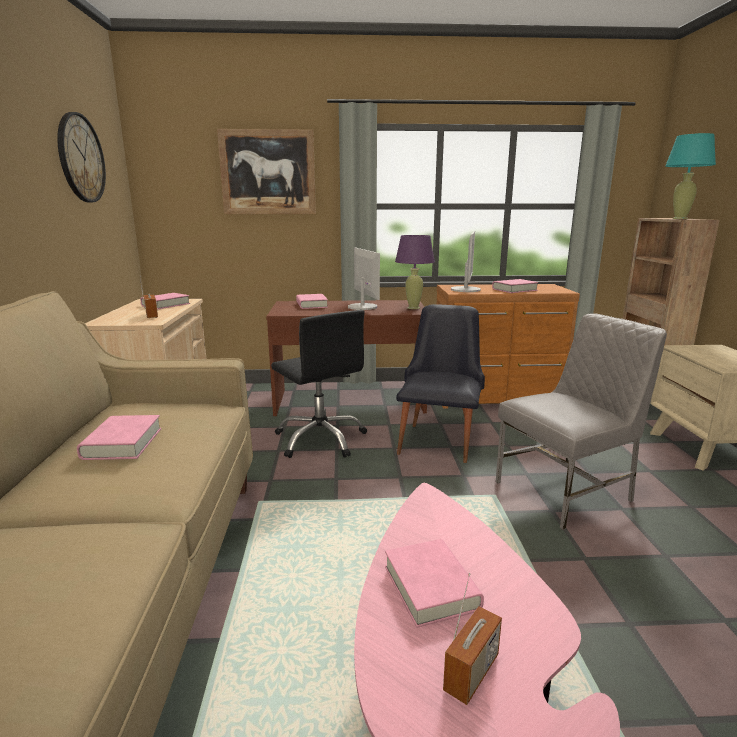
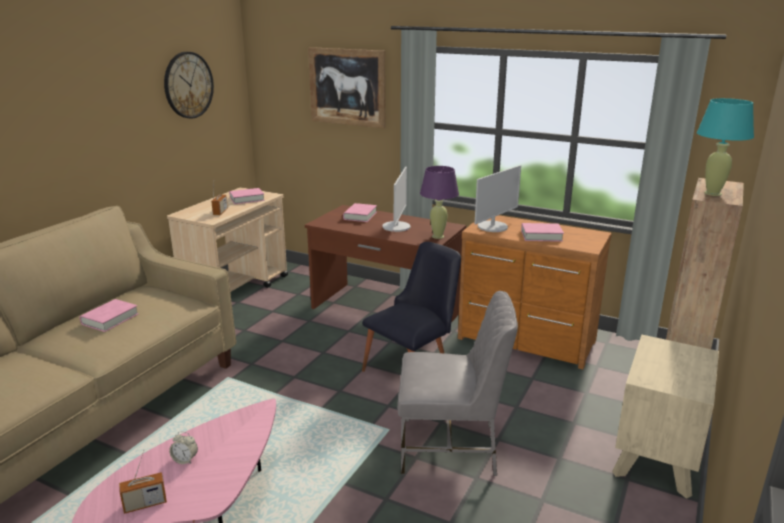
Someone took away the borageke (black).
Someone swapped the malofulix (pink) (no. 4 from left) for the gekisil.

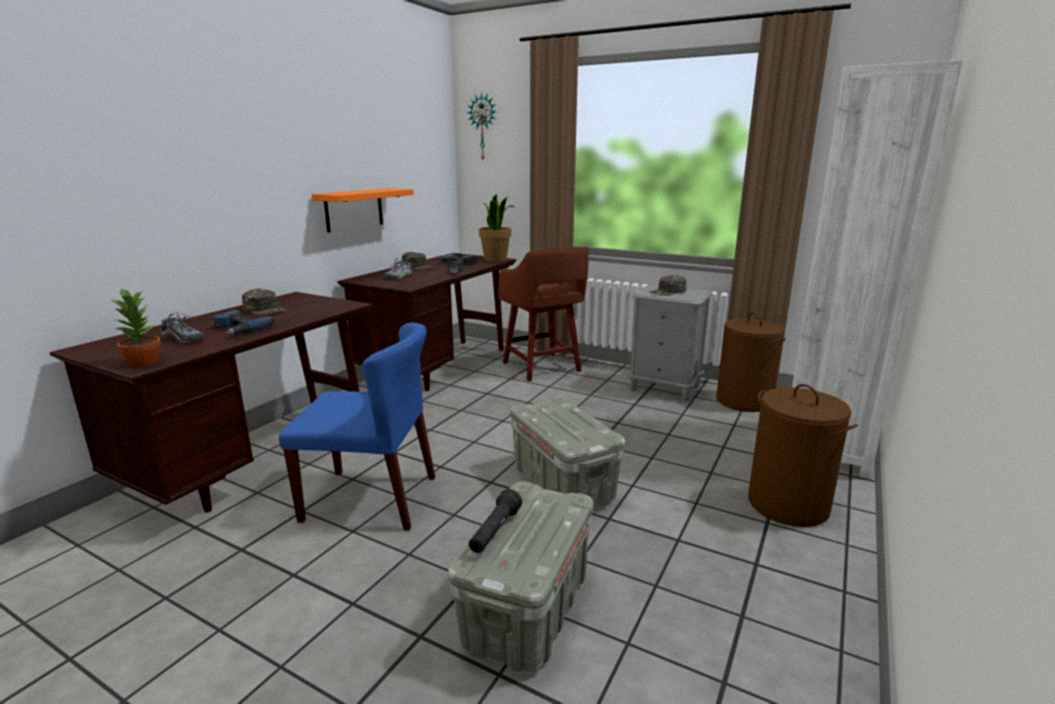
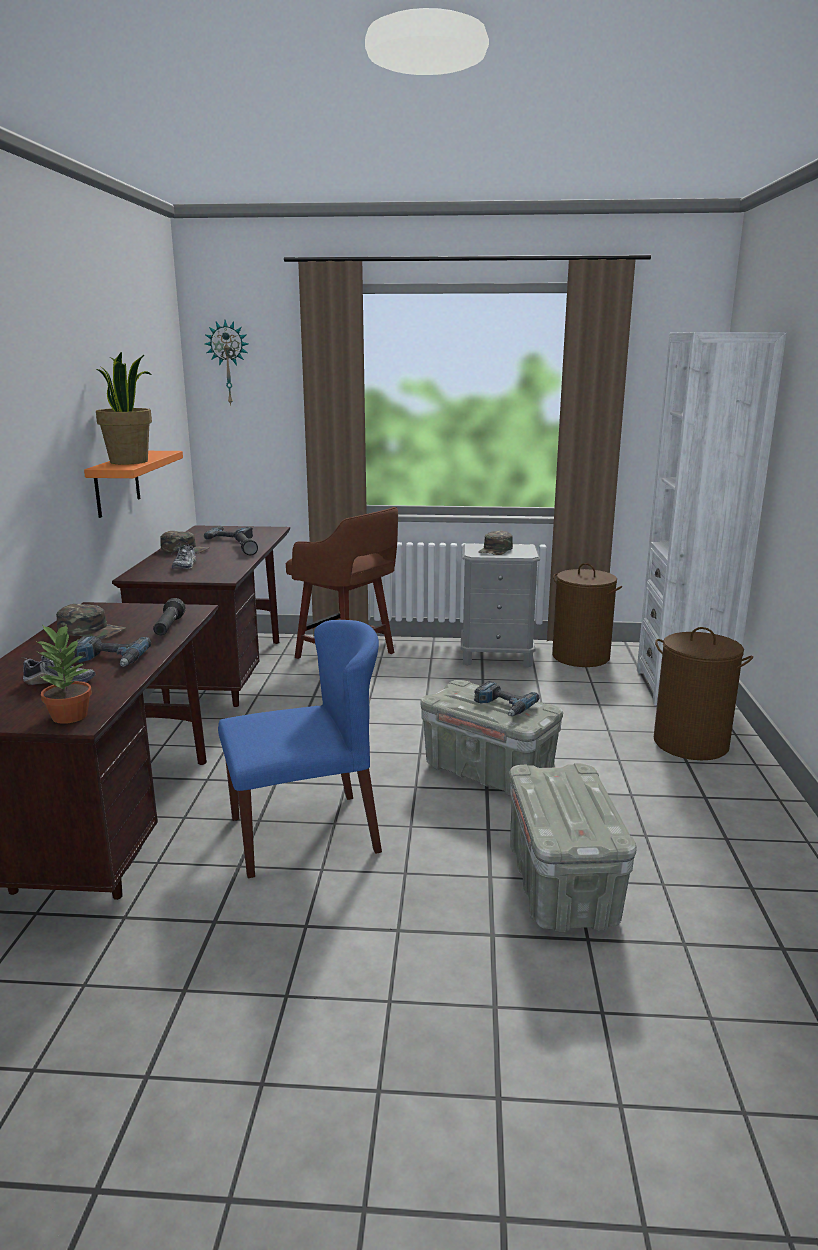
Someone carried the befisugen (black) (no. 2 from left in the first image).
Someone carried the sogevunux (no. 2 from left).
Someone put down the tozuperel (no. 3 from left).

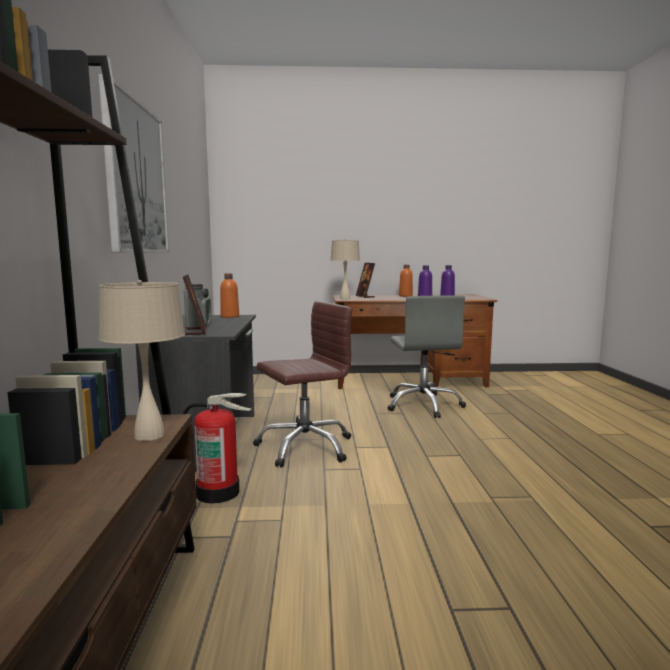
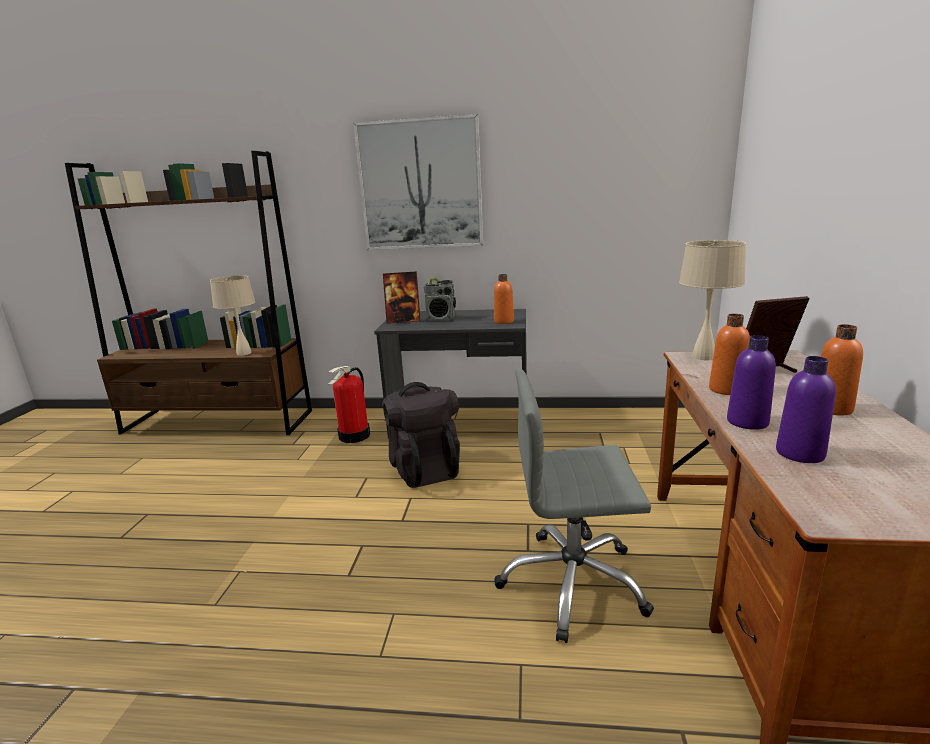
Someone swapped the borageke (brown) for the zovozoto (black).
Someone put down the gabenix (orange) (no. 2 from left).

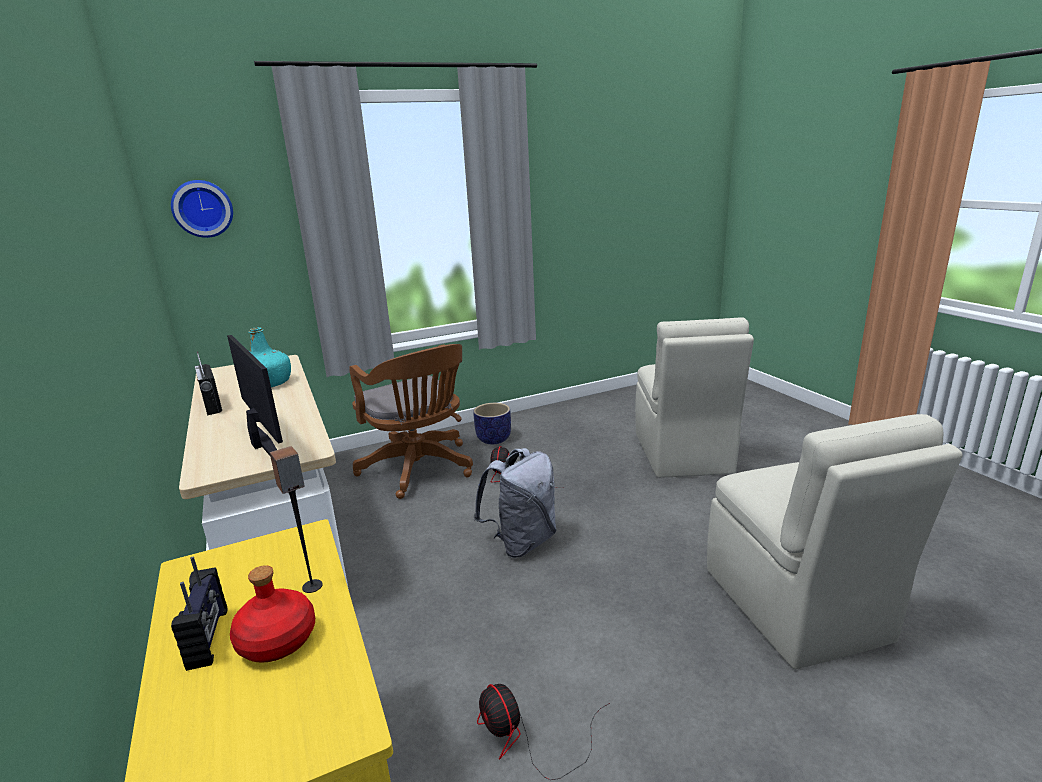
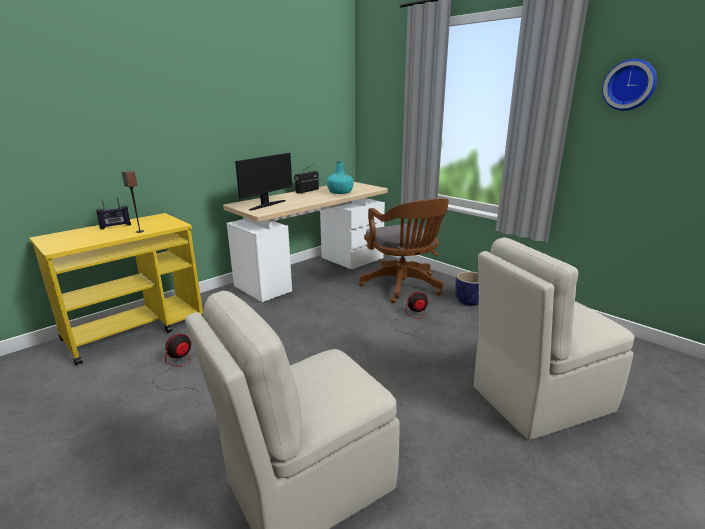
Someone carried the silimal.
Someone took away the gabenix (red).
Someone rotated the borageke (brown) by 60 degrees counterclockwise.
Someone took away the zovozoto (grey).

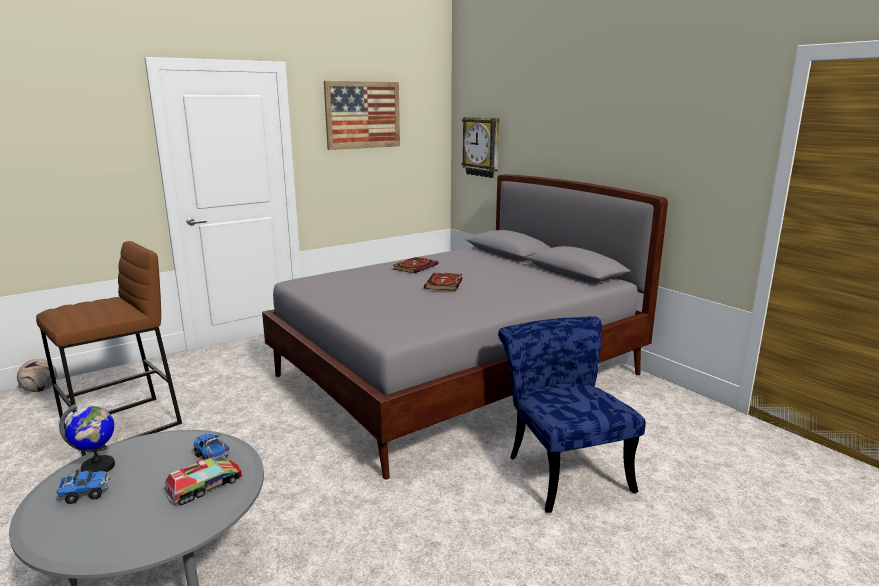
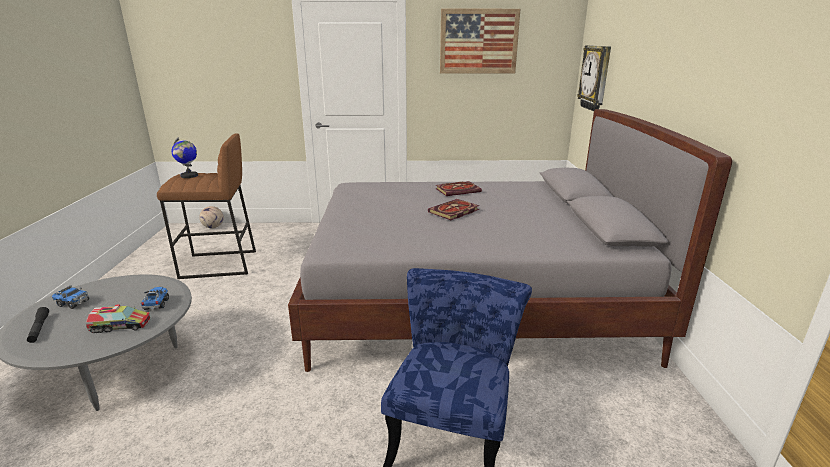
Someone carried the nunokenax.
Someone put down the befisugen (black).

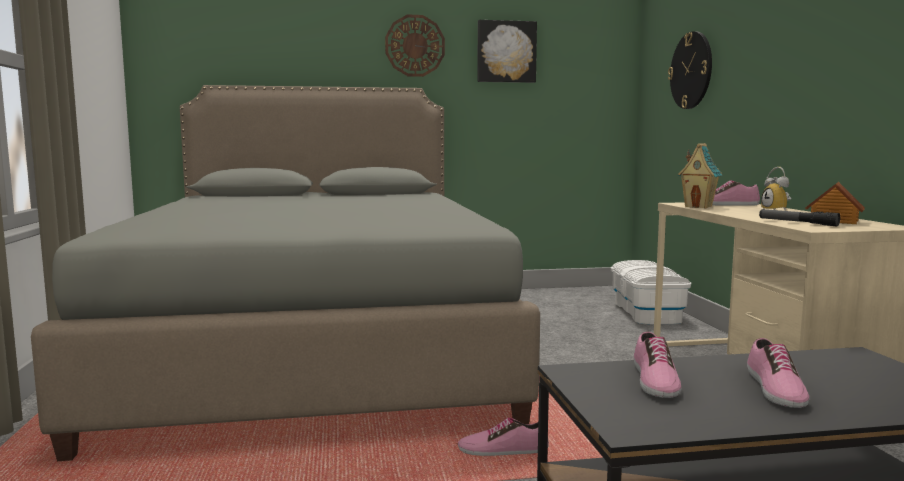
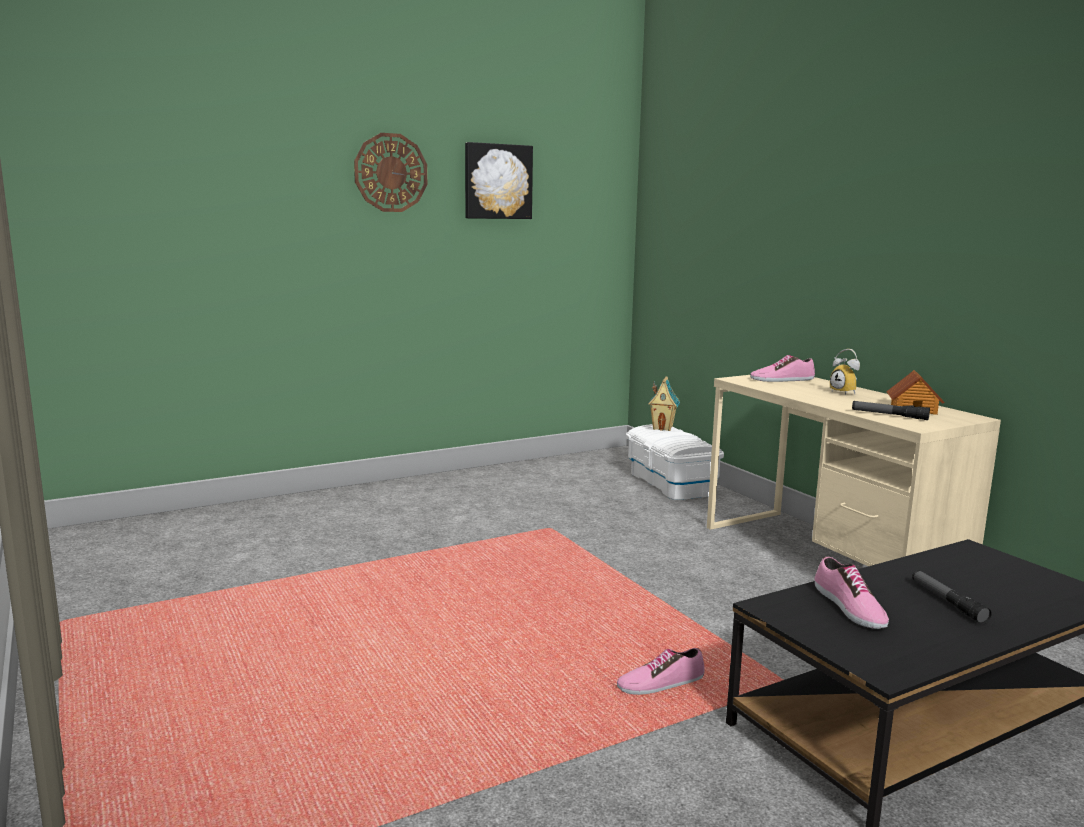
Someone took away the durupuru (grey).
Someone took away the silimal (no. 2 from left).
Someone carried the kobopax (no. 1 from left).
Someone swapped the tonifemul (no. 4 from left) for the befisugen (no. 2 from left).

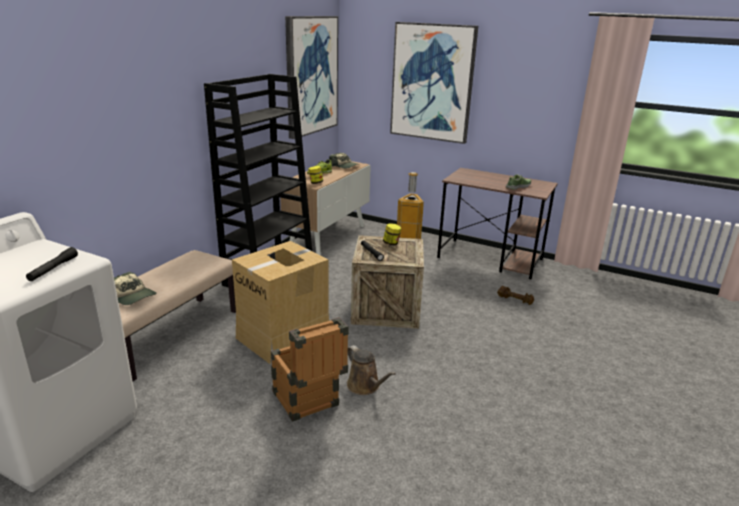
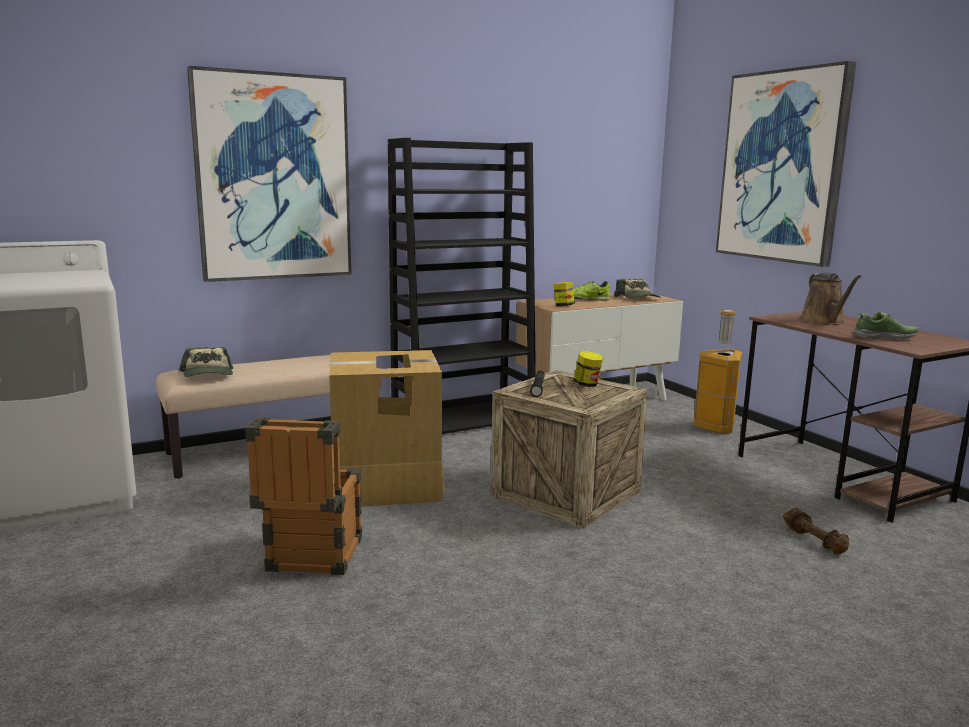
Someone took away the befisugen (black) (no. 1 from left).
Someone carried the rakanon (no. 1 from left).
Someone carried the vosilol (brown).

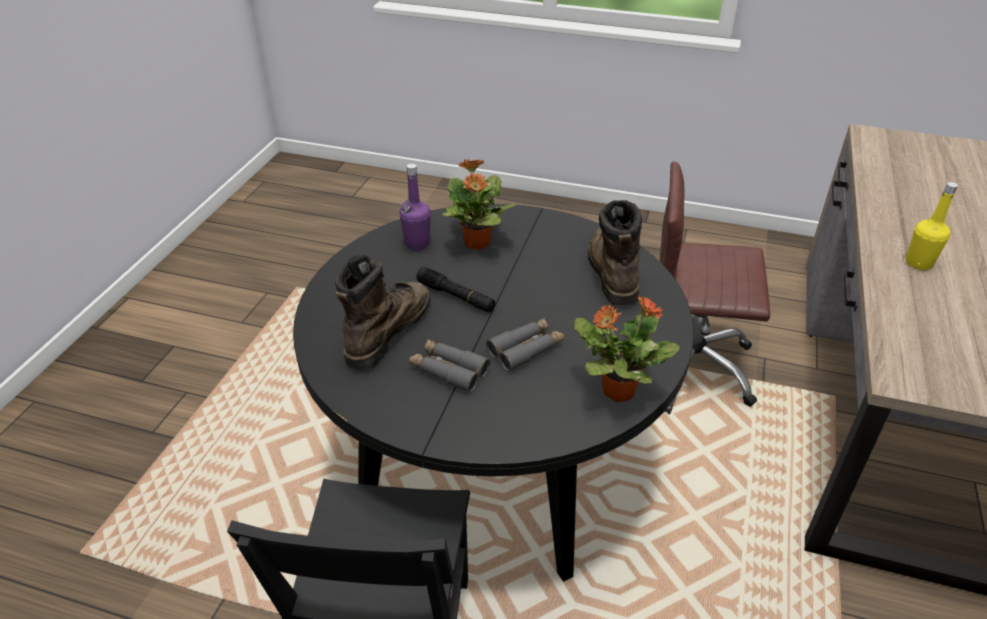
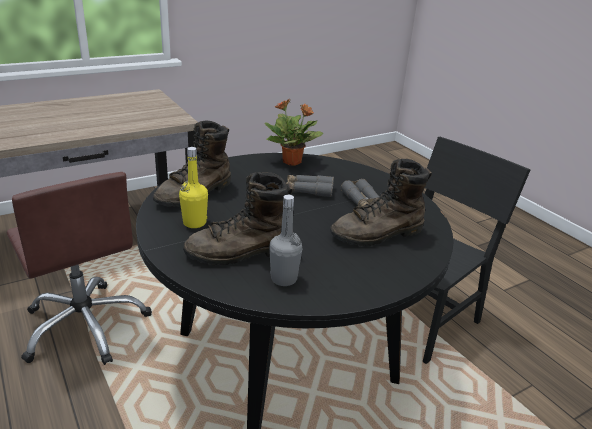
Someone repainted the gabenix (purple), which became the gabenix (grey).
Someone took away the befisugen (black).
Someone swapped the sogevunux (no. 1 from left) for the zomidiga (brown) (no. 2 from left).
Someone carried the gabenix (yellow).

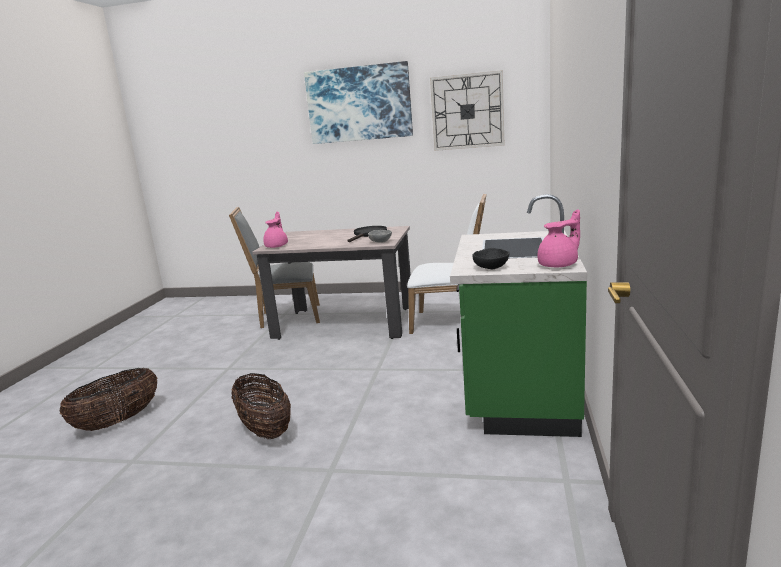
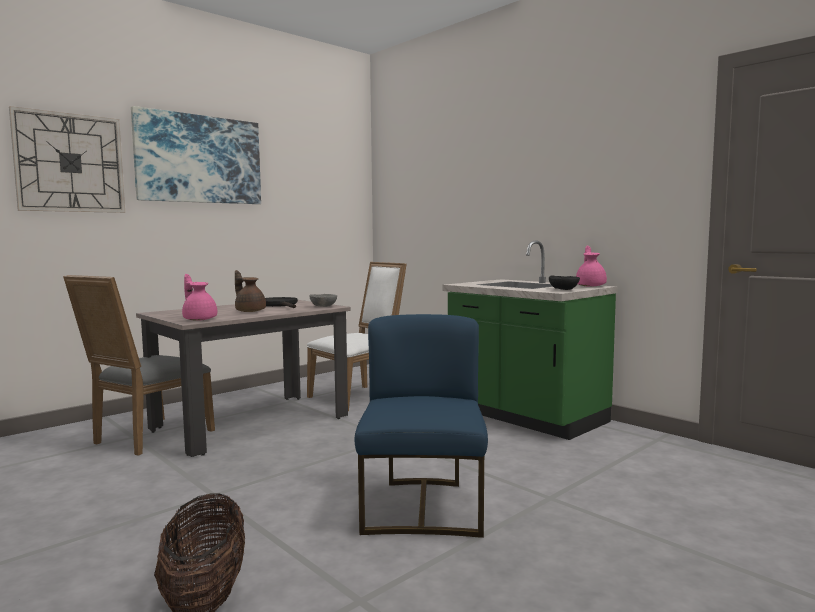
Someone swapped the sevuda (no. 2 from left) for the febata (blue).
Someone carried the silimal.
Someone put down the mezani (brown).

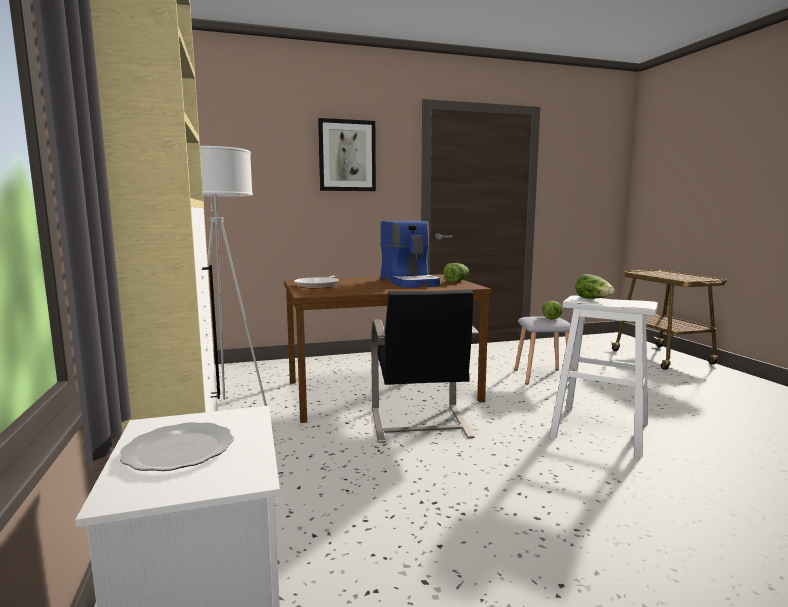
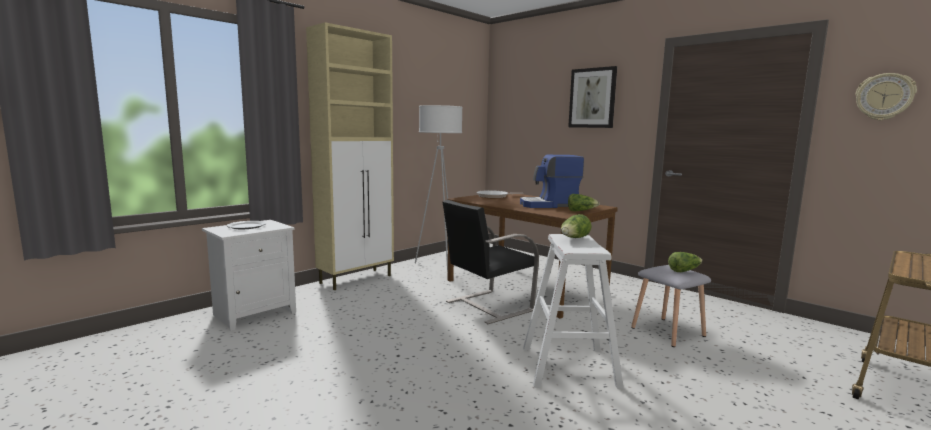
Someone rotated the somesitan by 45 degrees clockwise.
Someone put up the silimal.

